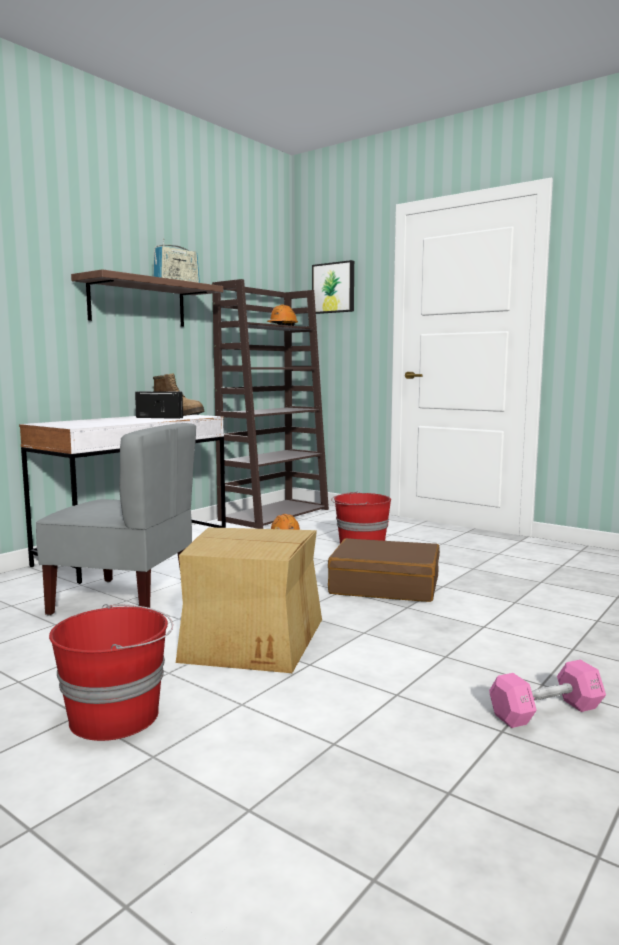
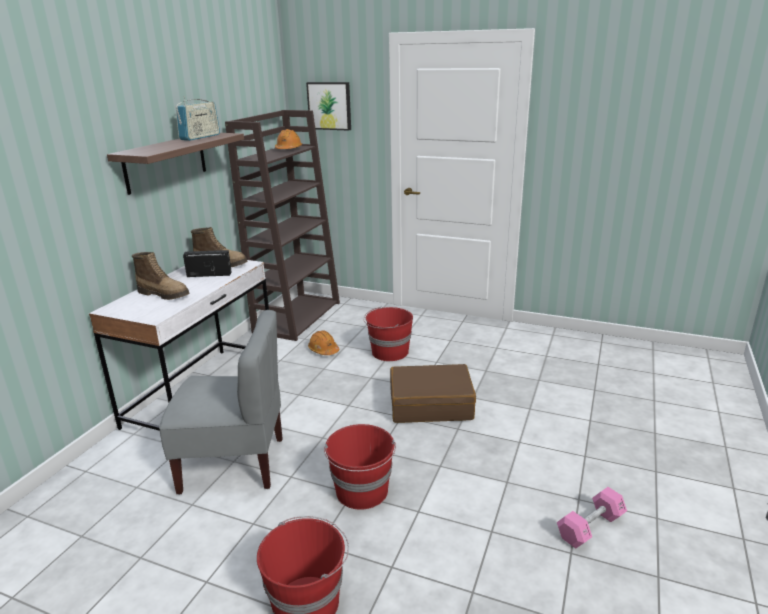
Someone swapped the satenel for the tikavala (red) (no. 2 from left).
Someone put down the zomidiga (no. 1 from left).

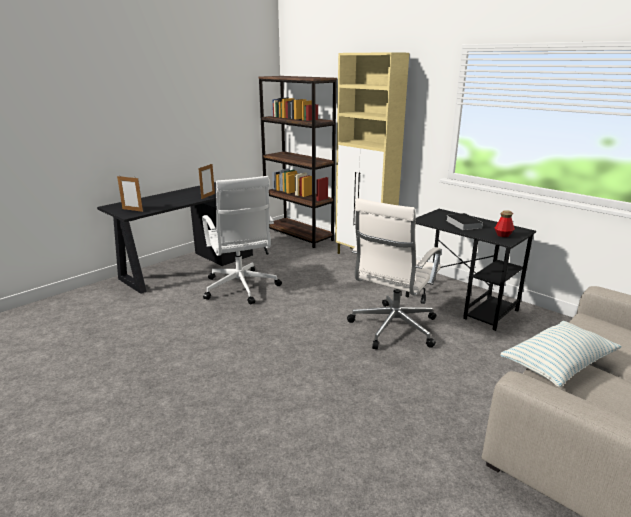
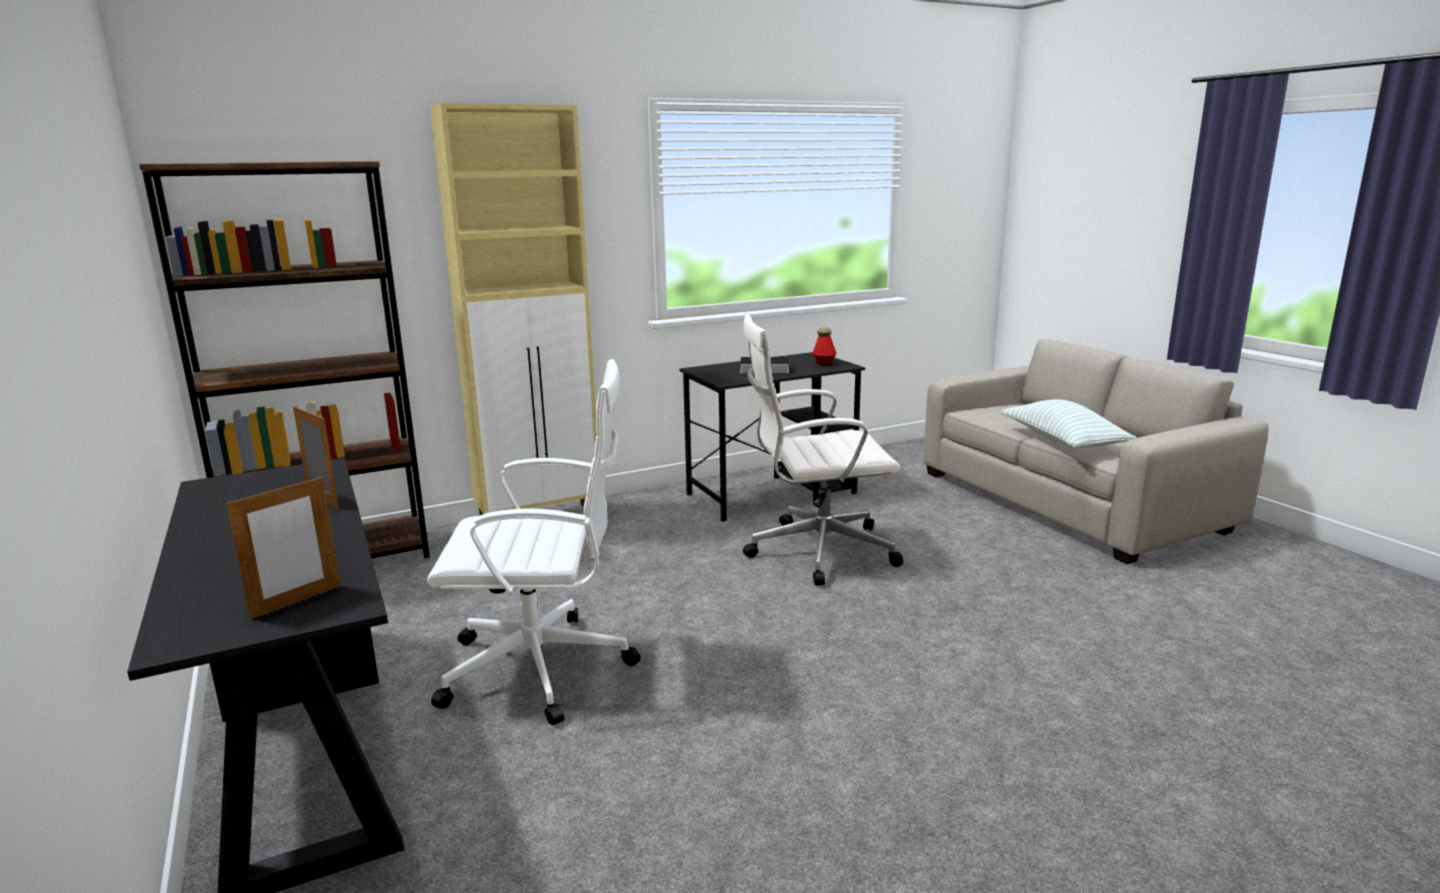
Someone rotated the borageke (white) (no. 2 from left) by 120 degrees clockwise.

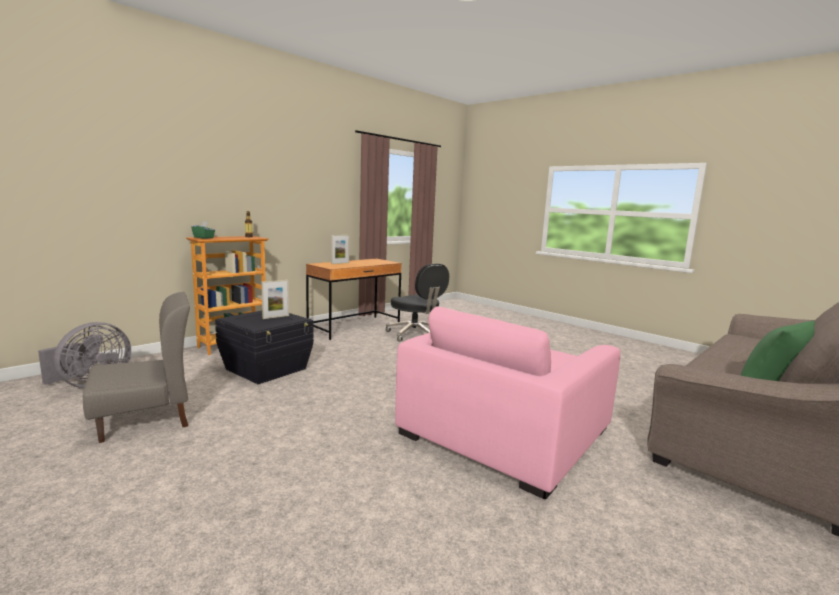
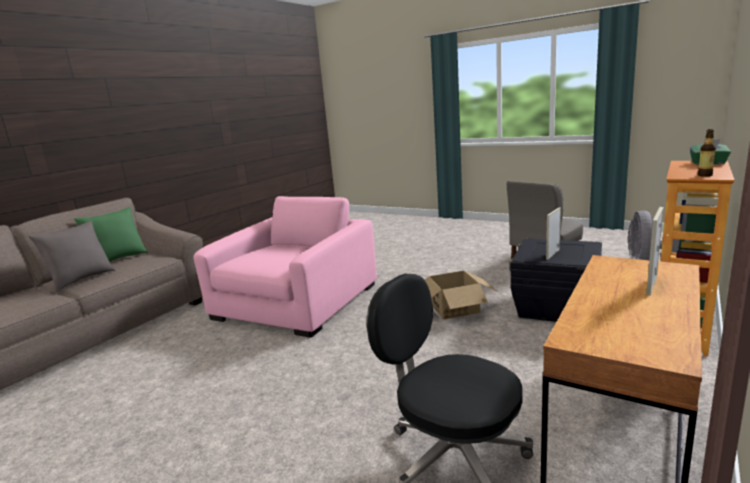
Someone put down the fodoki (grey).
Someone put down the satenel.

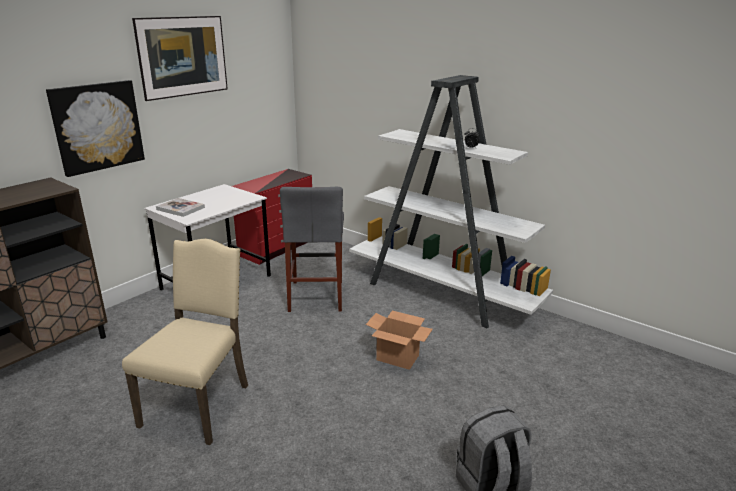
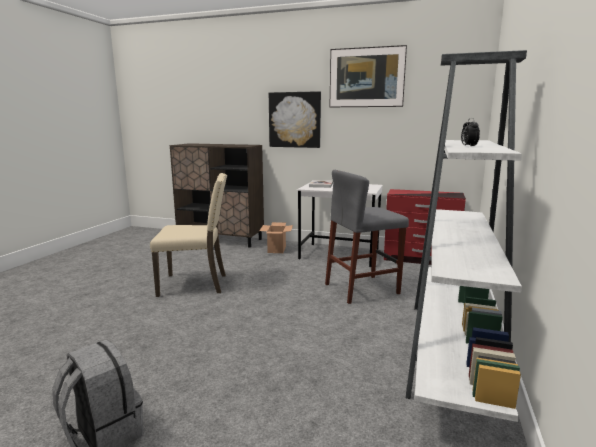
Someone carried the satenel.

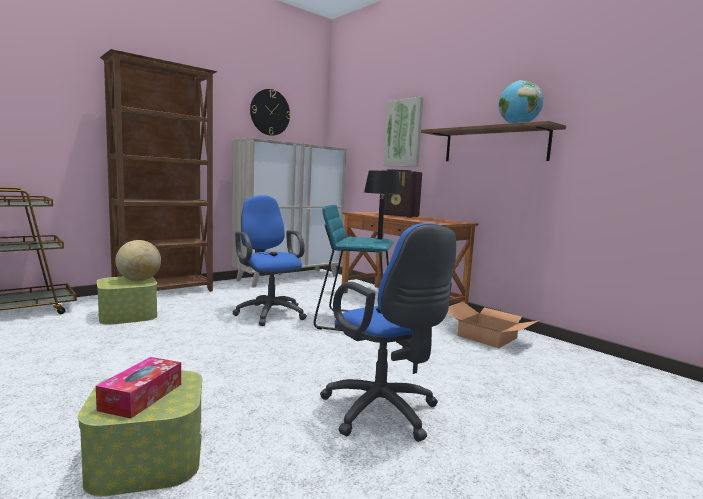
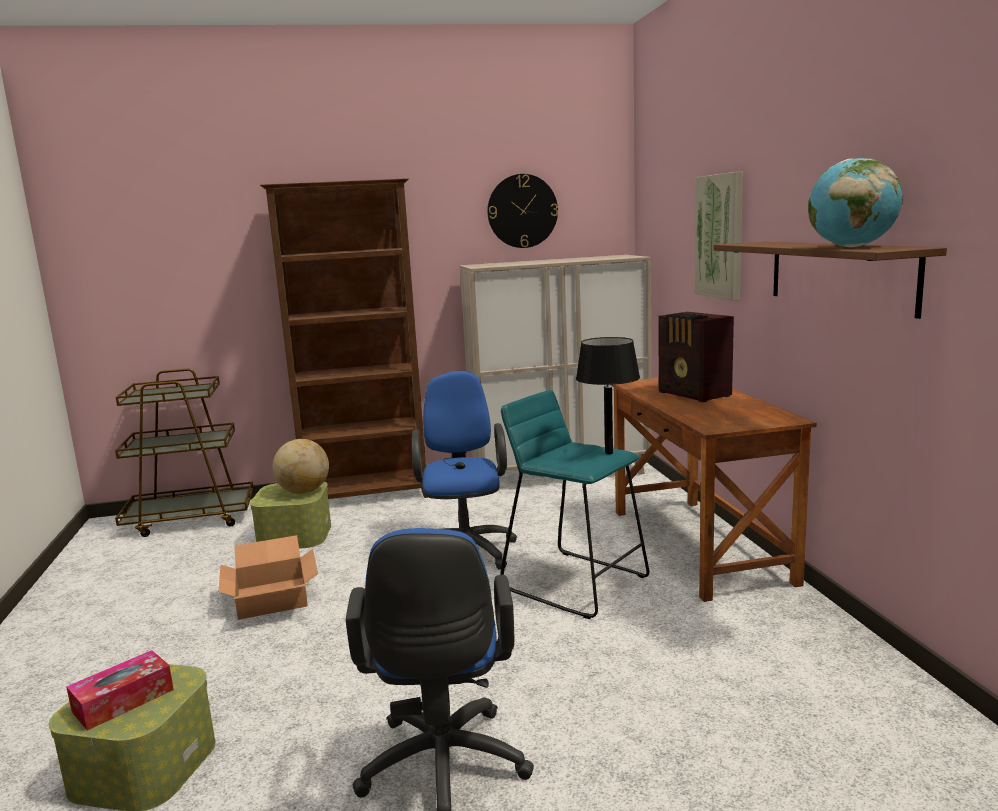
Someone carried the satenel.

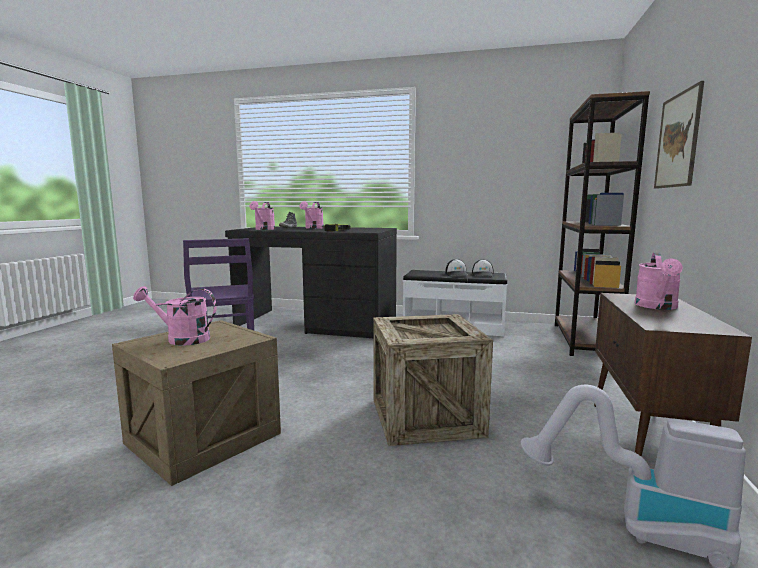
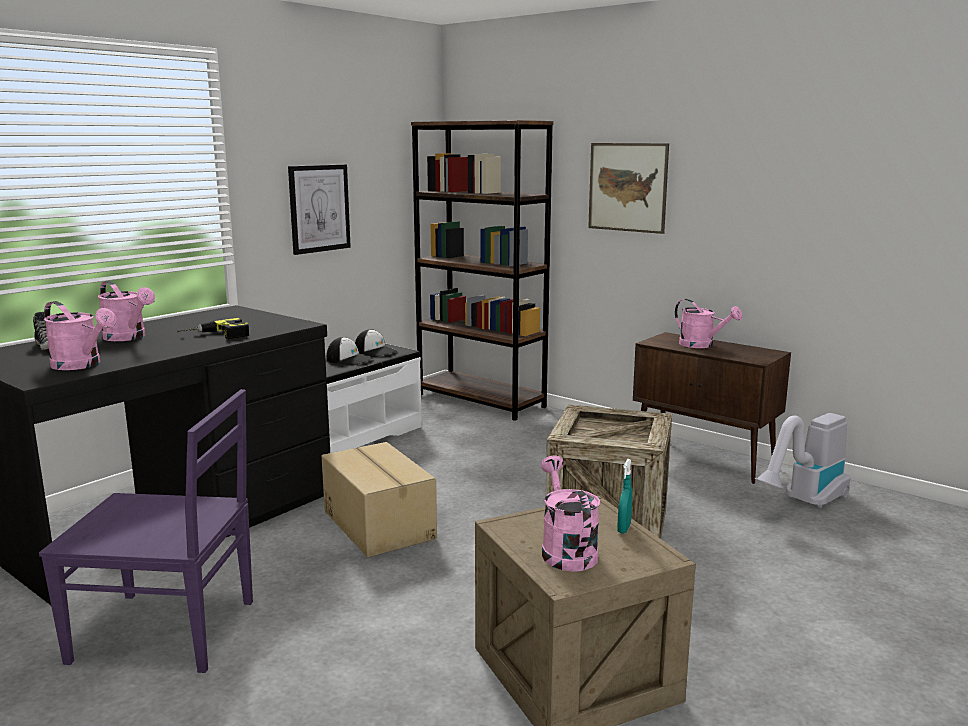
Someone rotated the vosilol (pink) (no. 1 from left in the first image) by 135 degrees clockwise.
Someone put up the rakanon (no. 1 from left).
Someone put down the satenel.
Someone put down the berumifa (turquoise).

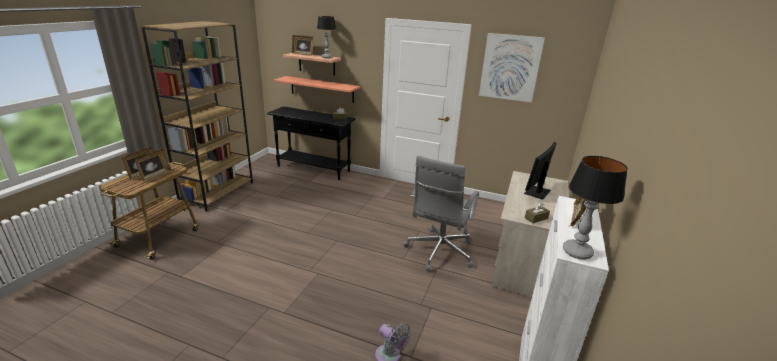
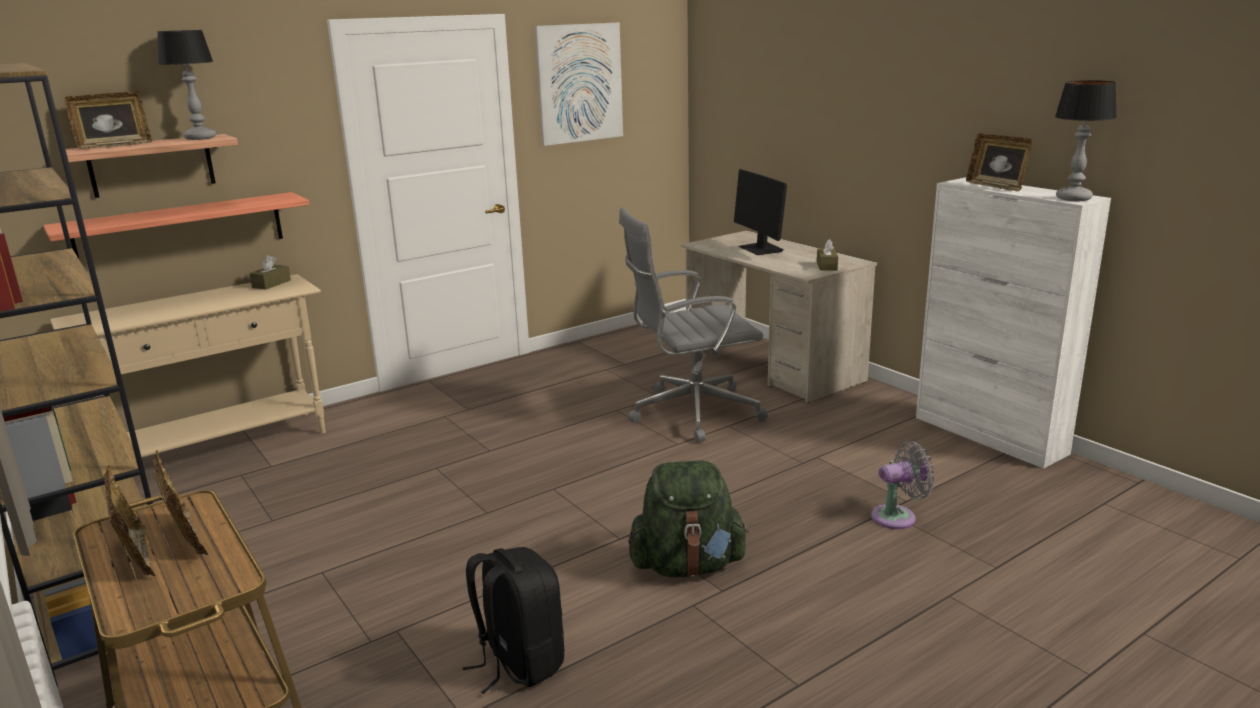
Someone repainted the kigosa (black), which became the kigosa (beige).
Someone rotated the borageke (grey) by 105 degrees clockwise.
Someone put down the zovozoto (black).
Someone put down the zovozoto (green).

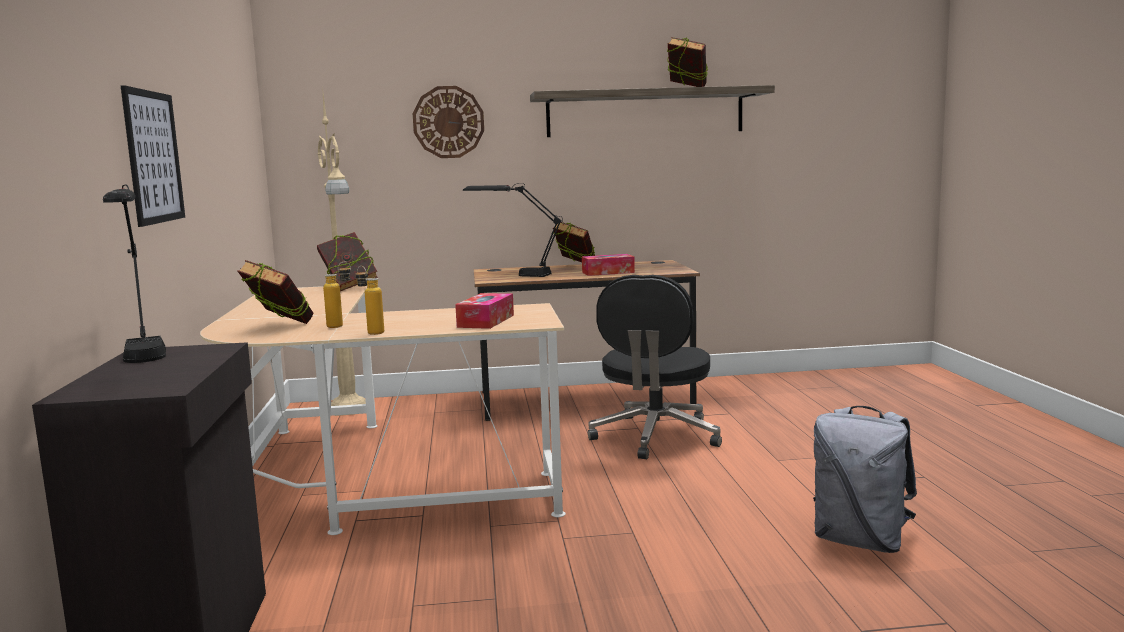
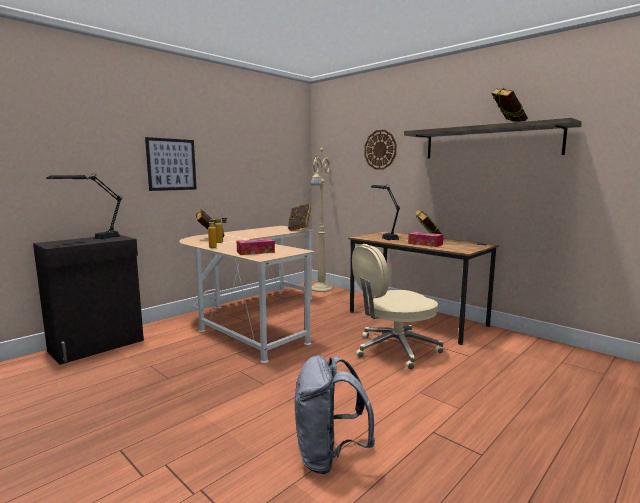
Someone repainted the borageke (black), which became the borageke (beige).

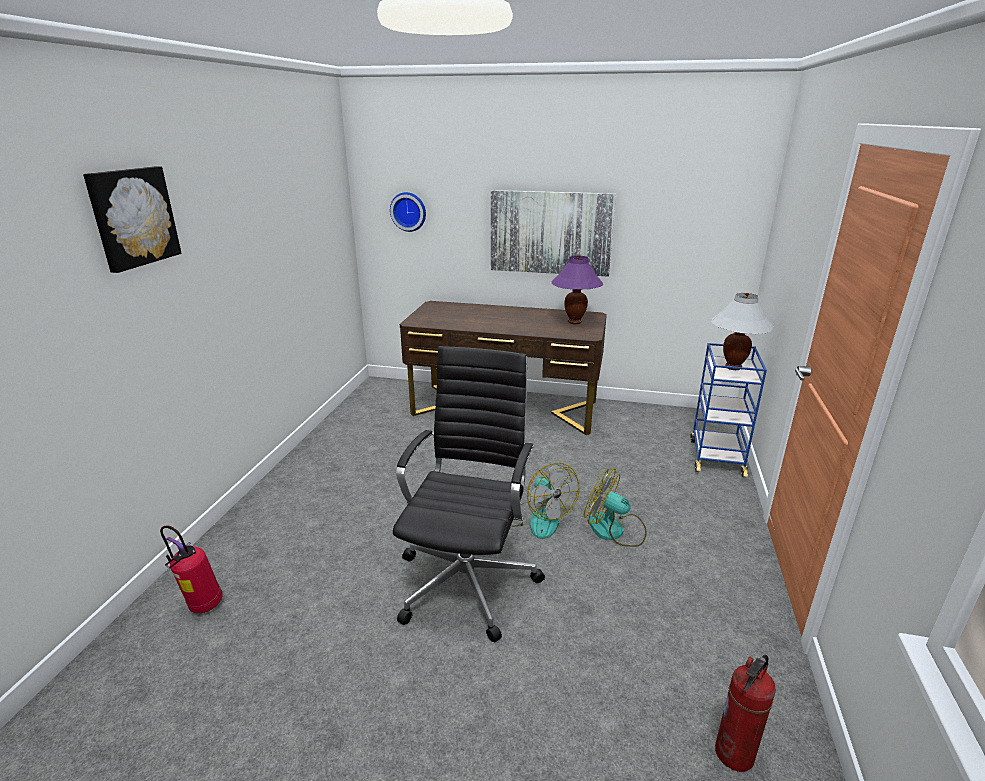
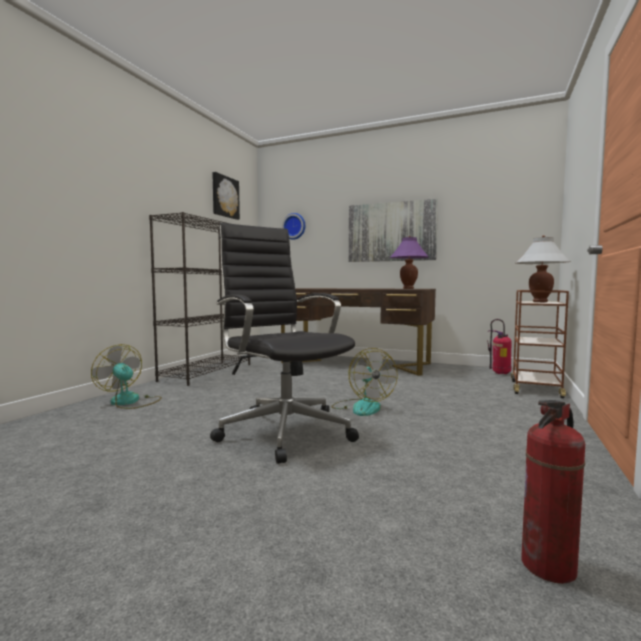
Someone carried the rakanon (no. 1 from left).
Someone carried the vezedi (no. 1 from left).
Someone rotated the borageke (black) by 60 degrees counterclockwise.
Someone carried the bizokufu (no. 2 from left in the first image).
Someone repainted the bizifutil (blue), which became the bizifutil (brown).
Someone put down the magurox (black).

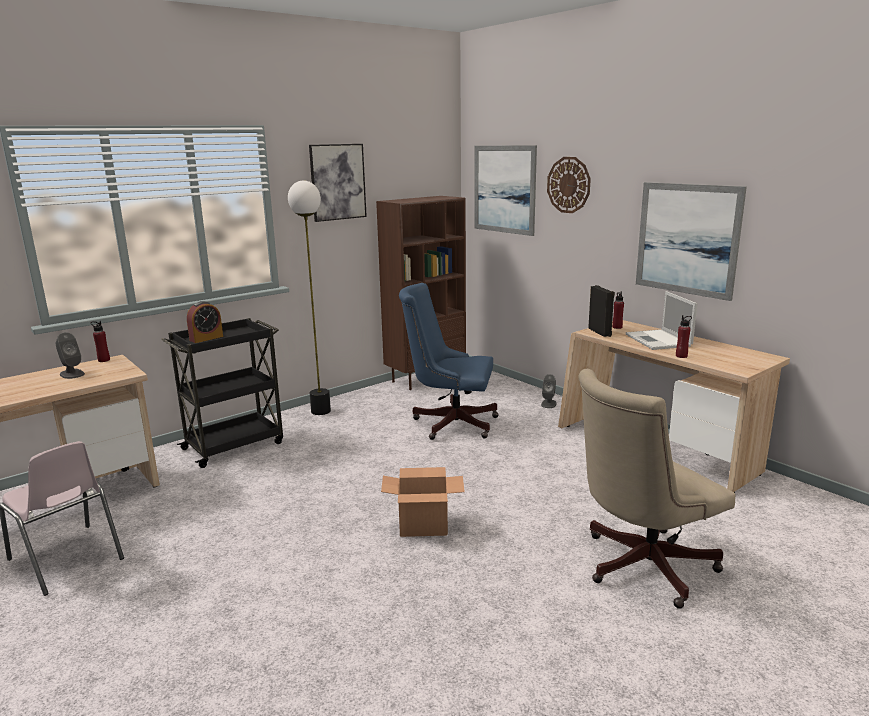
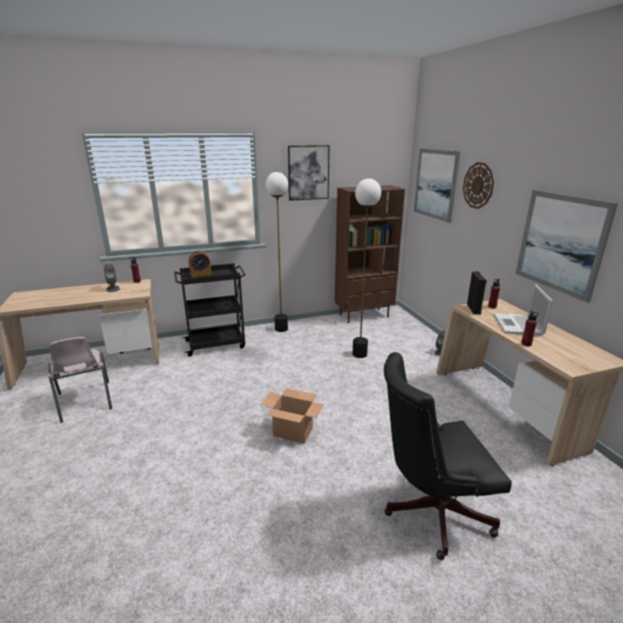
Someone swapped the borageke (blue) for the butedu (no. 2 from left).
Someone repainted the borageke (beige), which became the borageke (black).

